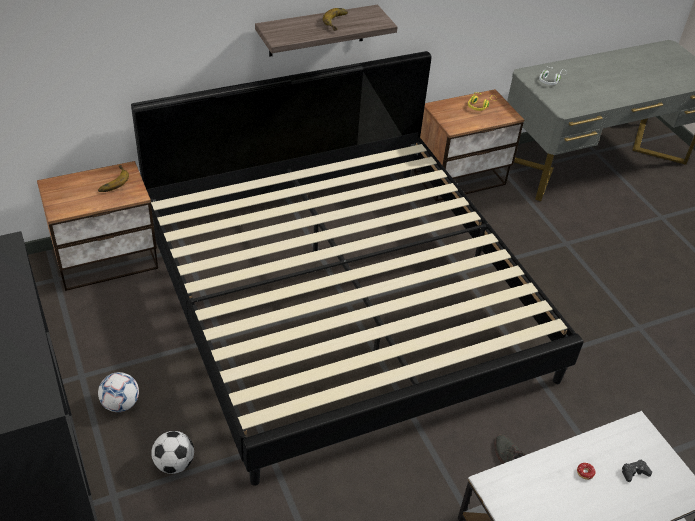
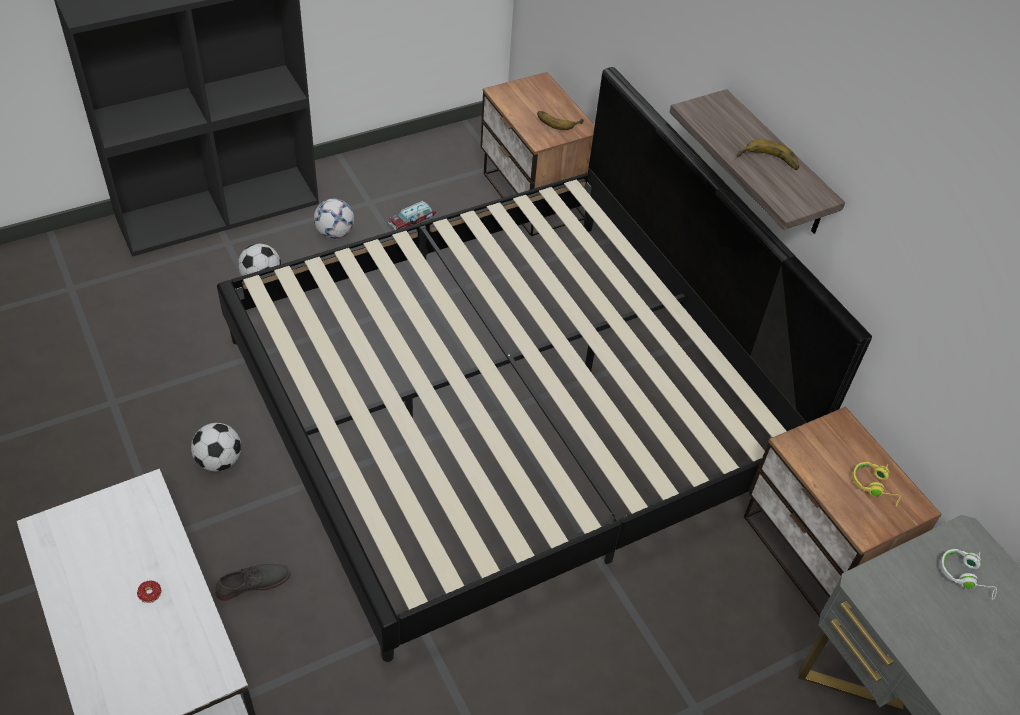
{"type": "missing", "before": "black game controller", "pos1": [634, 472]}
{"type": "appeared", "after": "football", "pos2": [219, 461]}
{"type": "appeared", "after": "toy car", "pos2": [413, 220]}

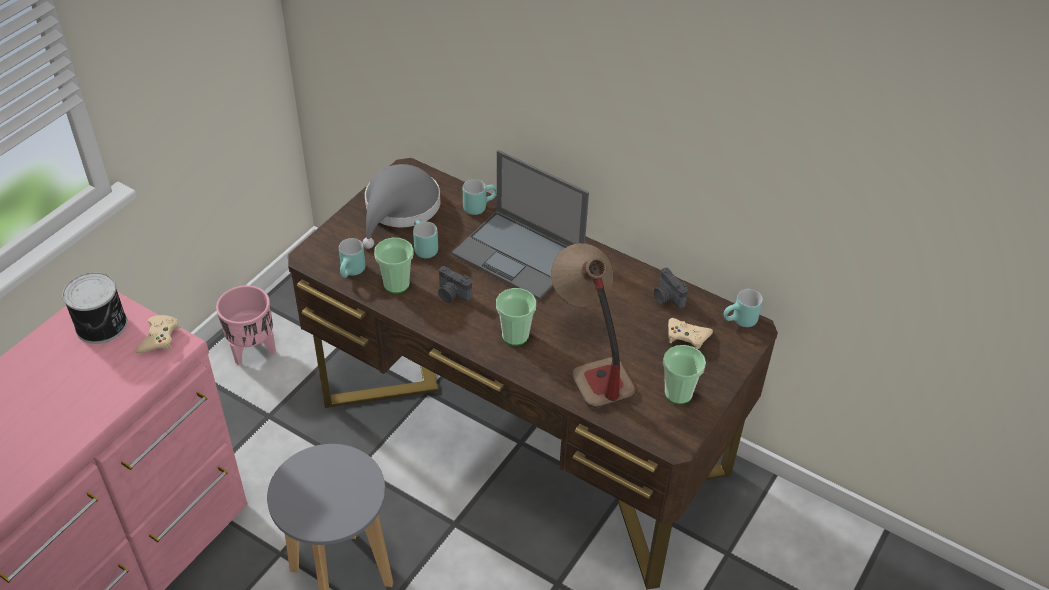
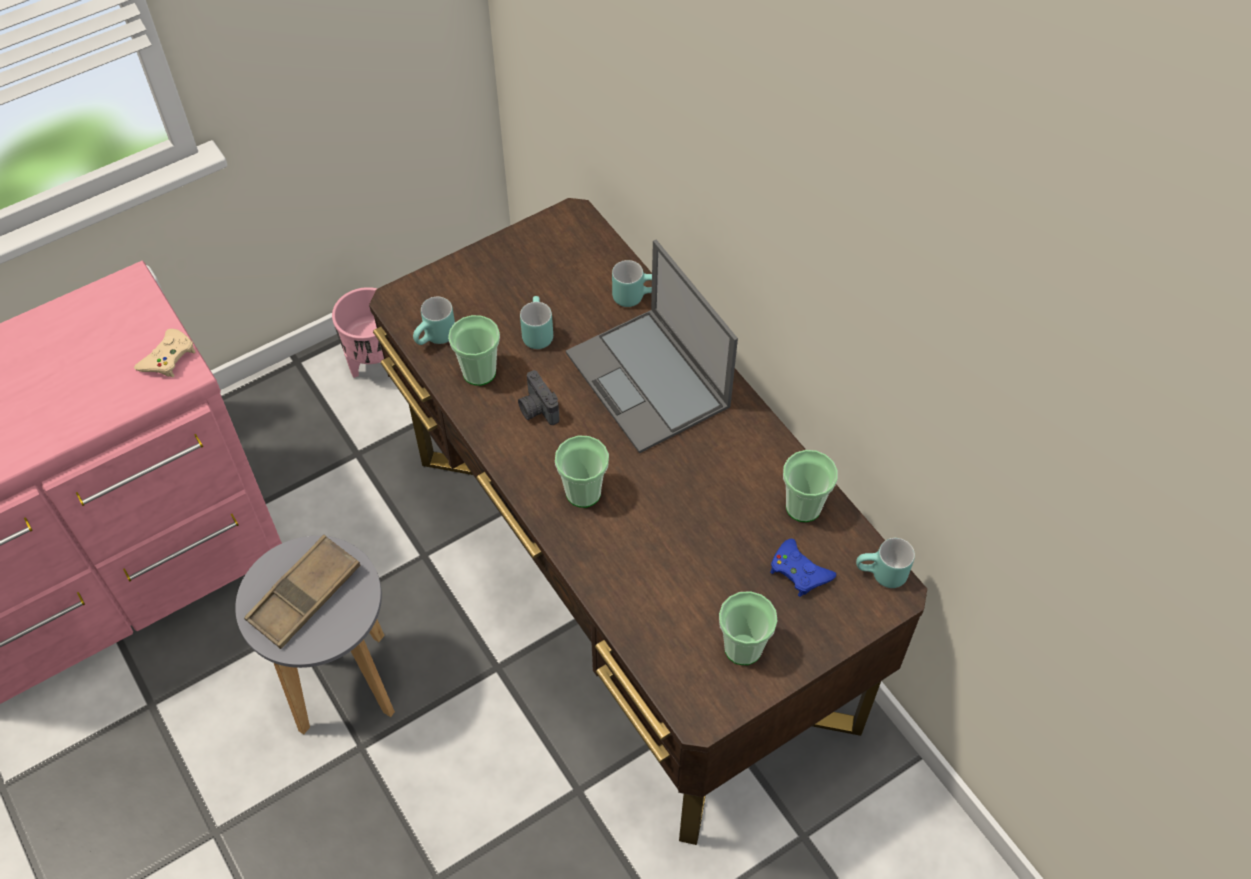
{"type": "missing", "before": "can", "pos1": [102, 325]}
{"type": "missing", "before": "grey hat", "pos1": [399, 209]}
{"type": "missing", "before": "table lamp", "pos1": [589, 361]}
{"type": "exchanged", "before": "photo camera", "after": "cup", "pos1": [667, 298], "pos2": [803, 507]}
{"type": "colour", "before": "beige game controller", "after": "blue game controller", "pos1": [687, 336], "pos2": [799, 571]}
{"type": "appeared", "after": "brown tray", "pos2": [305, 596]}

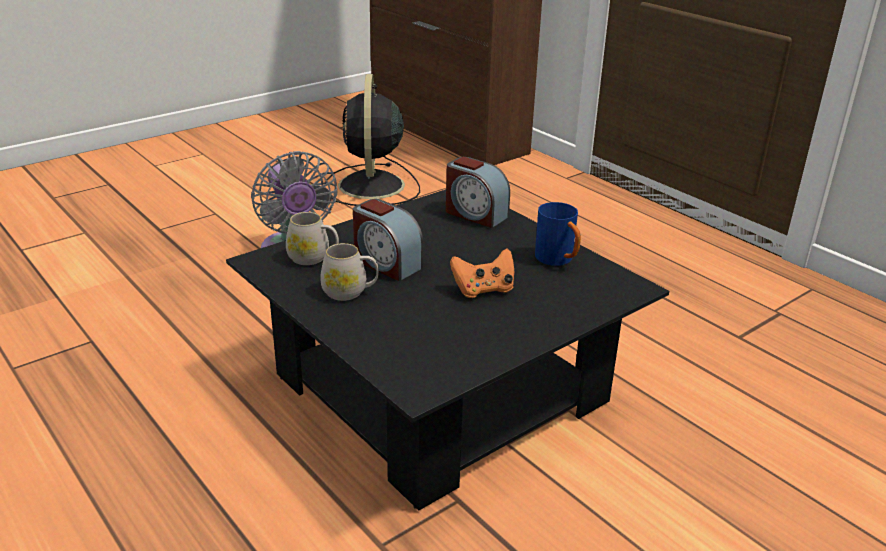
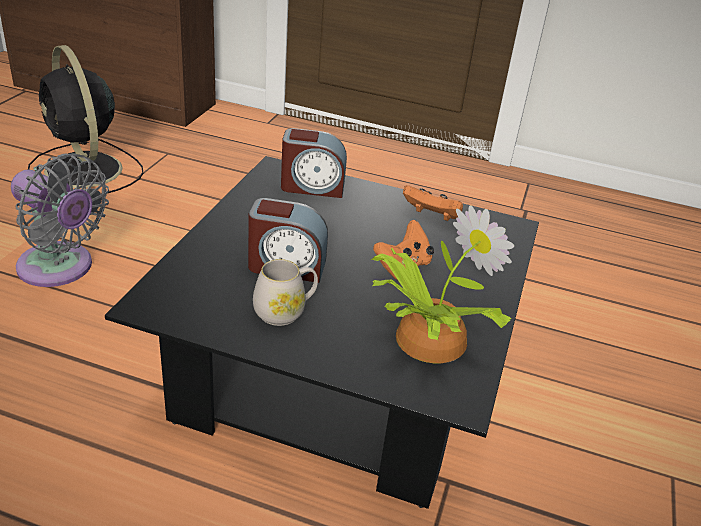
{"type": "missing", "before": "white mug", "pos1": [313, 258]}
{"type": "exchanged", "before": "blue mug", "after": "orange game controller", "pos1": [558, 261], "pos2": [431, 217]}
{"type": "appeared", "after": "potted plant", "pos2": [426, 338]}

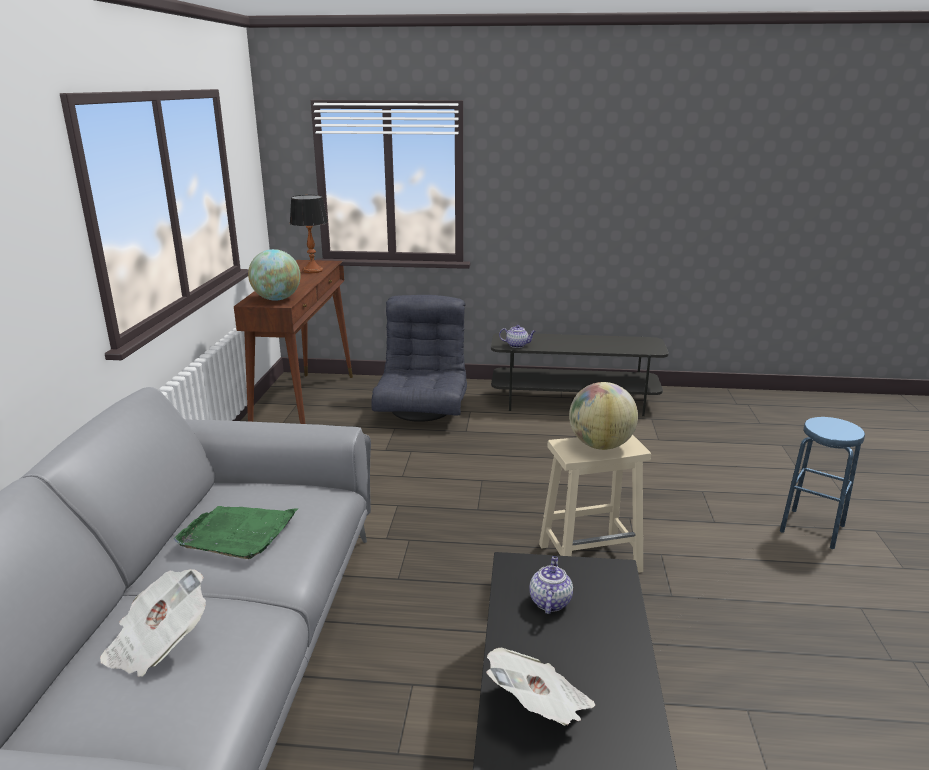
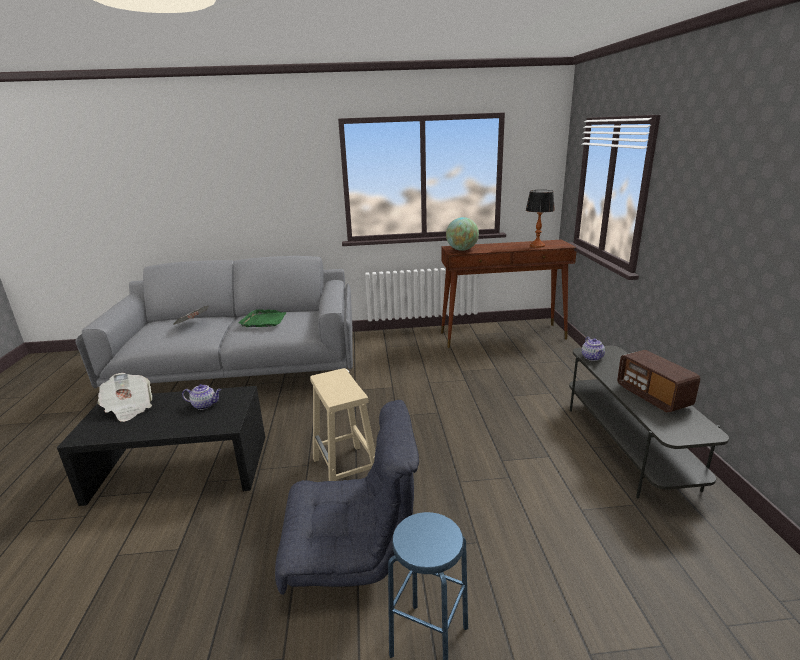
{"type": "relocated", "before": "grey armchair", "pos1": [423, 409], "pos2": [352, 554]}
{"type": "missing", "before": "globe", "pos1": [600, 445]}
{"type": "appeared", "after": "radio", "pos2": [653, 396]}

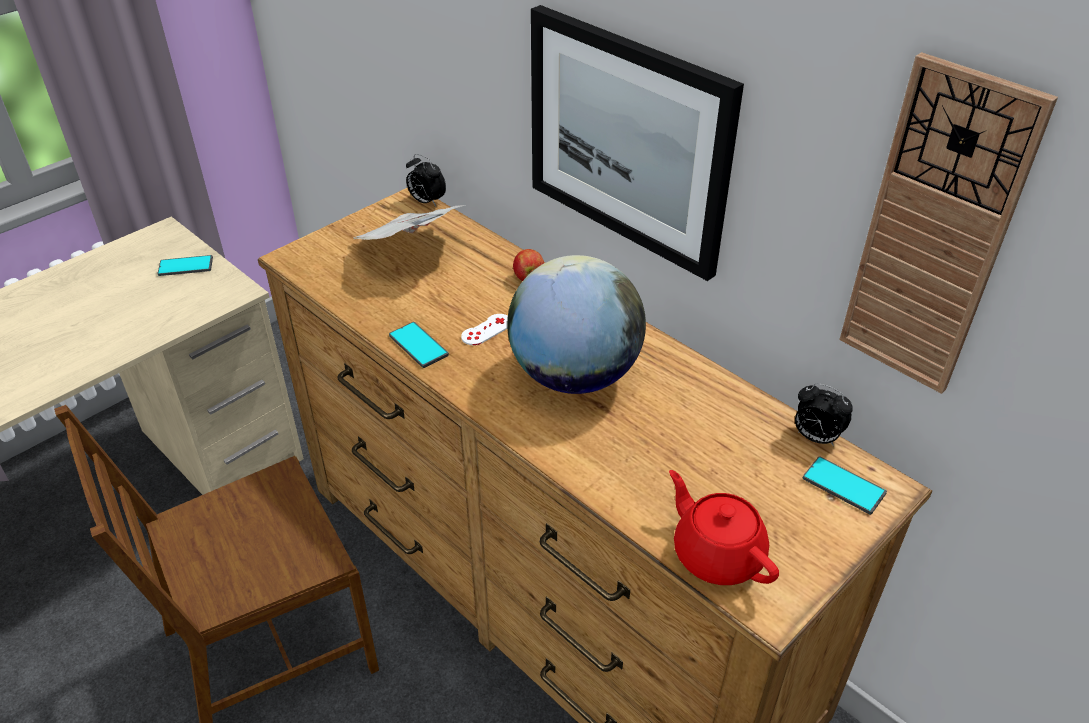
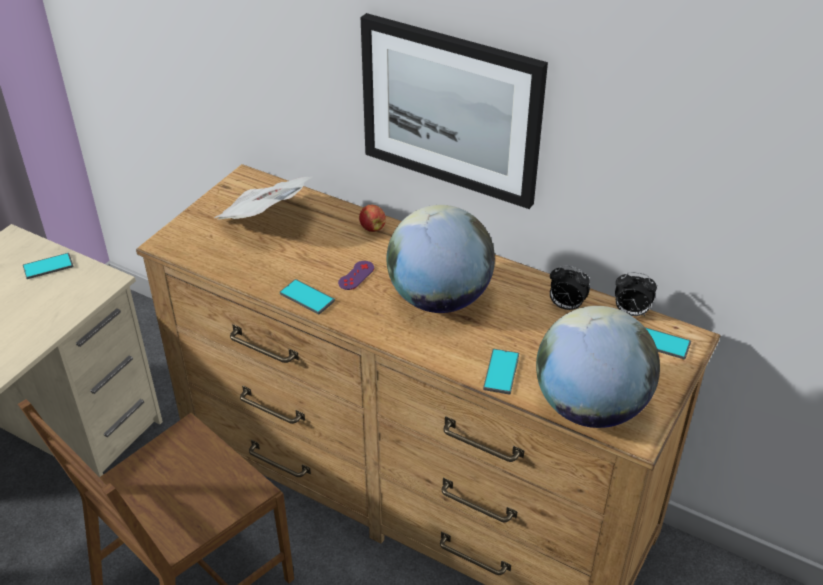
{"type": "relocated", "before": "alarm clock", "pos1": [426, 202], "pos2": [566, 306]}
{"type": "colour", "before": "white game controller", "after": "purple game controller", "pos1": [486, 330], "pos2": [356, 275]}
{"type": "exchanged", "before": "red teapot", "after": "globe", "pos1": [717, 554], "pos2": [589, 407]}
{"type": "missing", "before": "wall clock", "pos1": [934, 234]}
{"type": "appeared", "after": "phone", "pos2": [501, 372]}

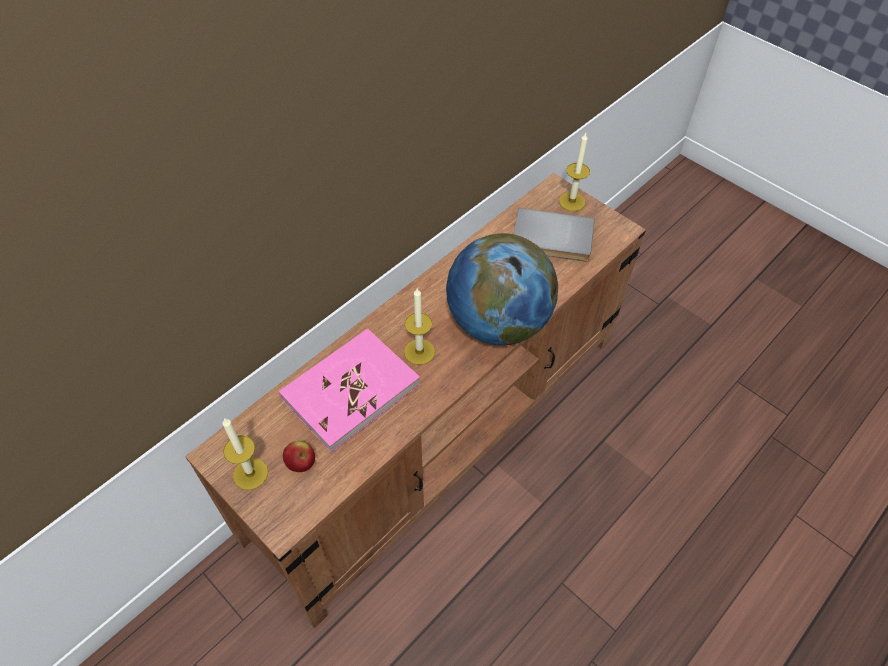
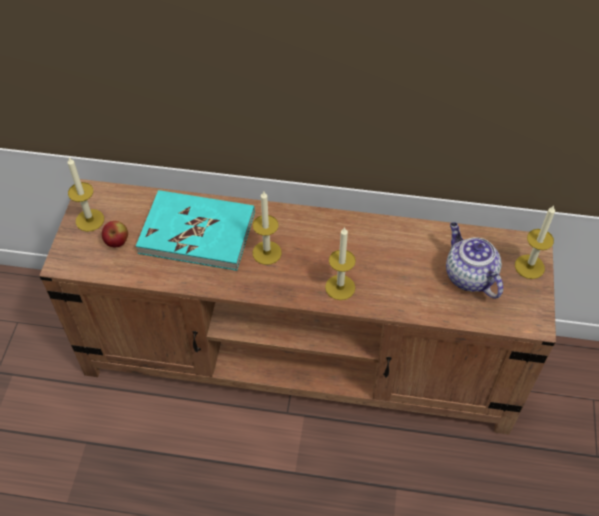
{"type": "colour", "before": "pink book", "after": "turquoise book", "pos1": [350, 391], "pos2": [197, 232]}
{"type": "exchanged", "before": "globe", "after": "candle", "pos1": [498, 323], "pos2": [340, 287]}
{"type": "exchanged", "before": "grey book", "after": "teapot", "pos1": [552, 239], "pos2": [468, 276]}

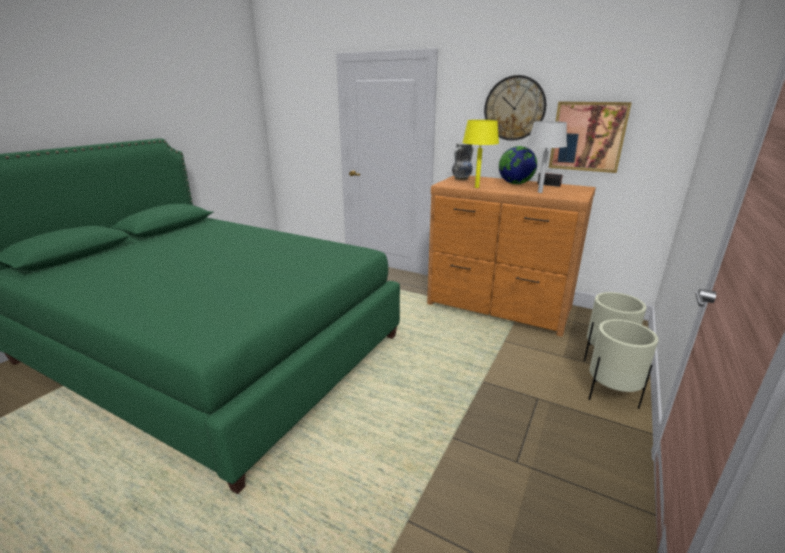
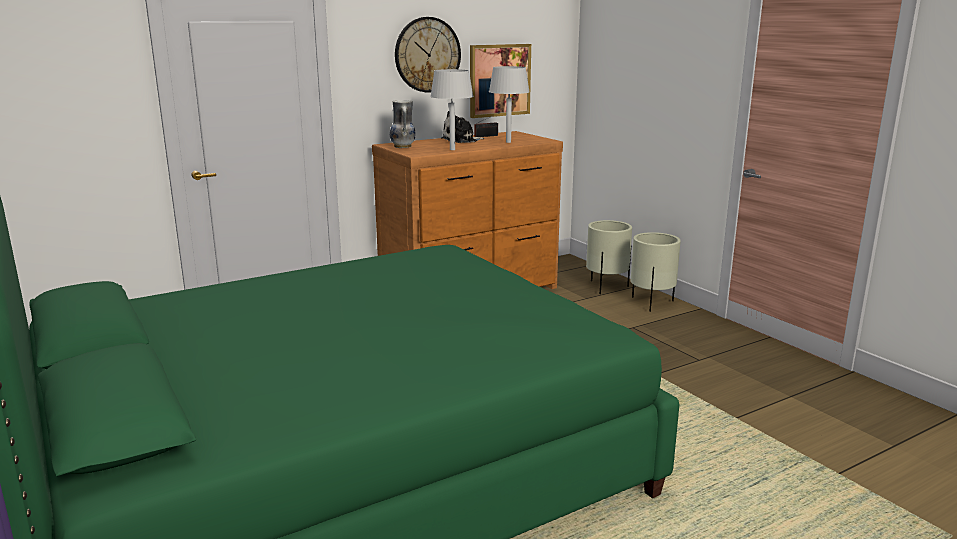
{"type": "colour", "before": "yellow table lamp", "after": "grey table lamp", "pos1": [476, 187], "pos2": [452, 149]}
{"type": "exchanged", "before": "globe", "after": "plush toy", "pos1": [515, 184], "pos2": [461, 140]}

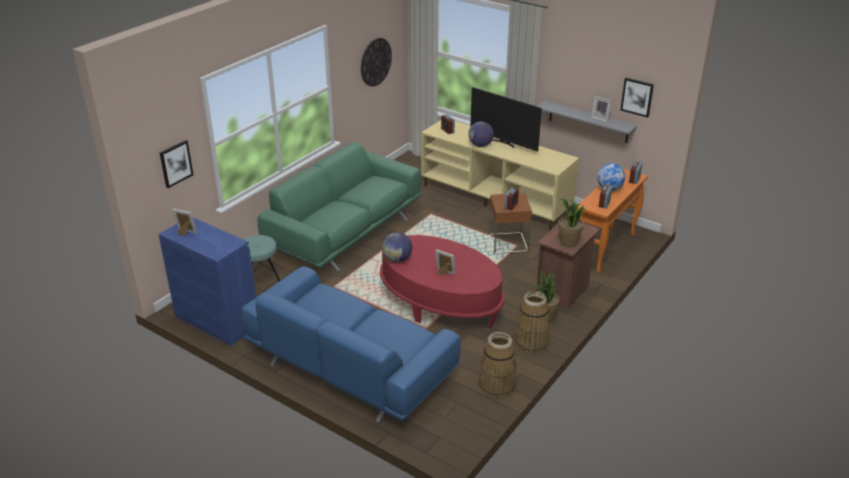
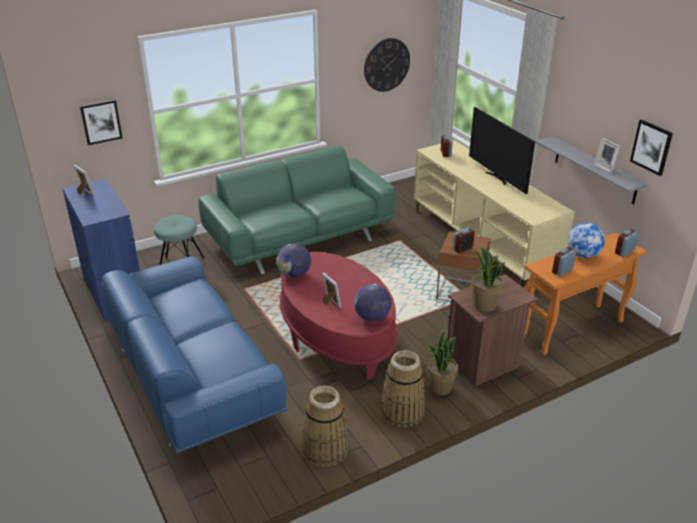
{"type": "relocated", "before": "globe", "pos1": [480, 145], "pos2": [372, 317]}

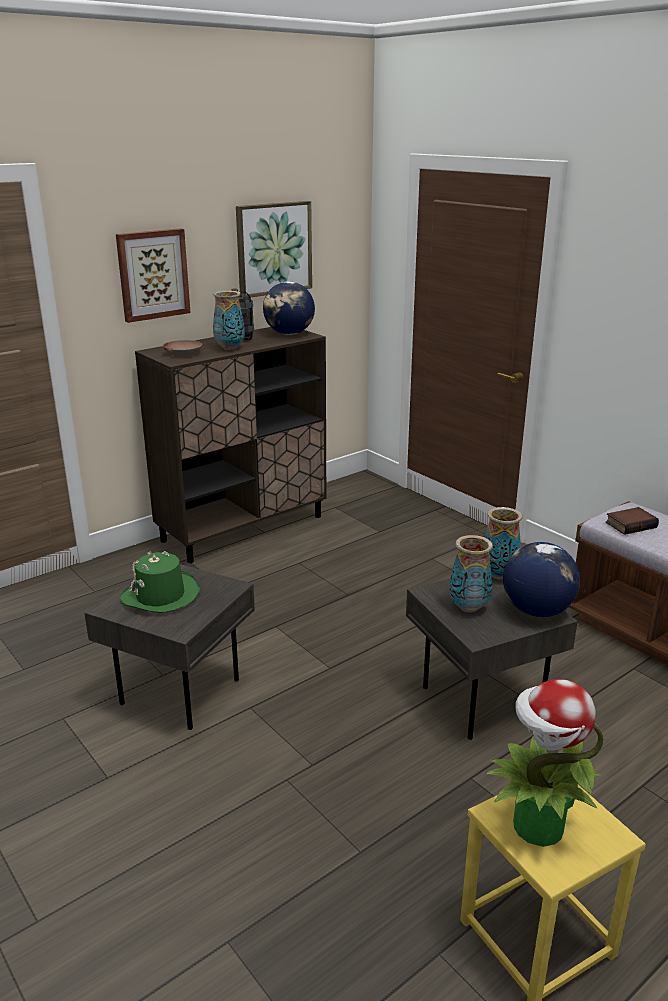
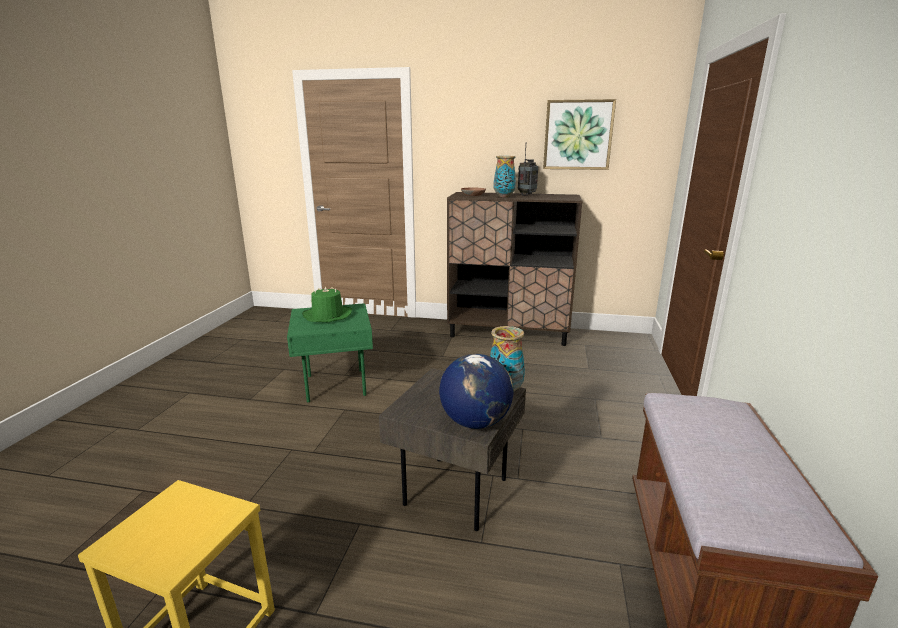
{"type": "colour", "before": "grey side table", "after": "green side table", "pos1": [181, 694], "pos2": [334, 386]}
{"type": "missing", "before": "picture", "pos1": [153, 274]}
{"type": "missing", "before": "globe", "pos1": [289, 334]}
{"type": "missing", "before": "vase", "pos1": [469, 608]}
{"type": "missing", "before": "potted plant", "pos1": [536, 827]}
{"type": "missing", "before": "book", "pos1": [630, 524]}

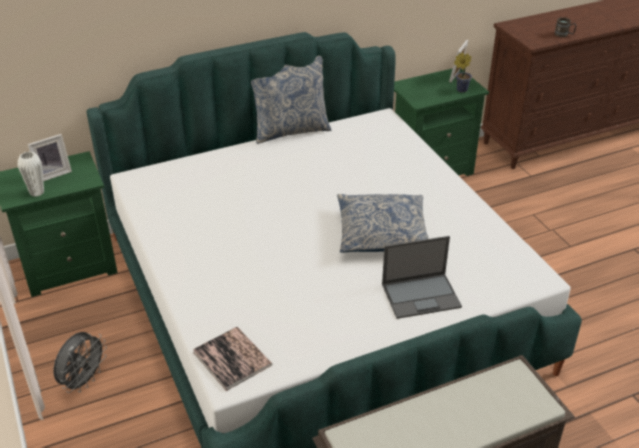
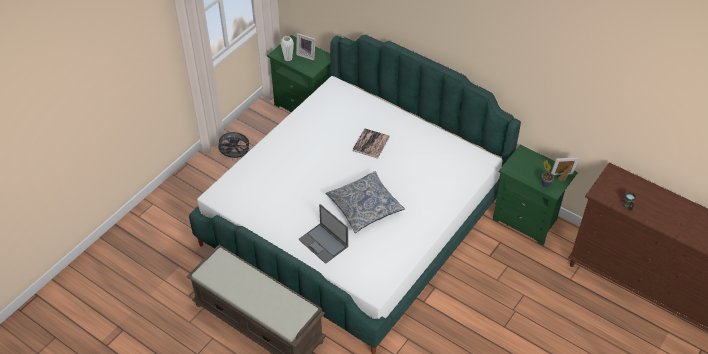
{"type": "relocated", "before": "book", "pos1": [232, 359], "pos2": [371, 144]}
{"type": "missing", "before": "pillow", "pos1": [290, 130]}

